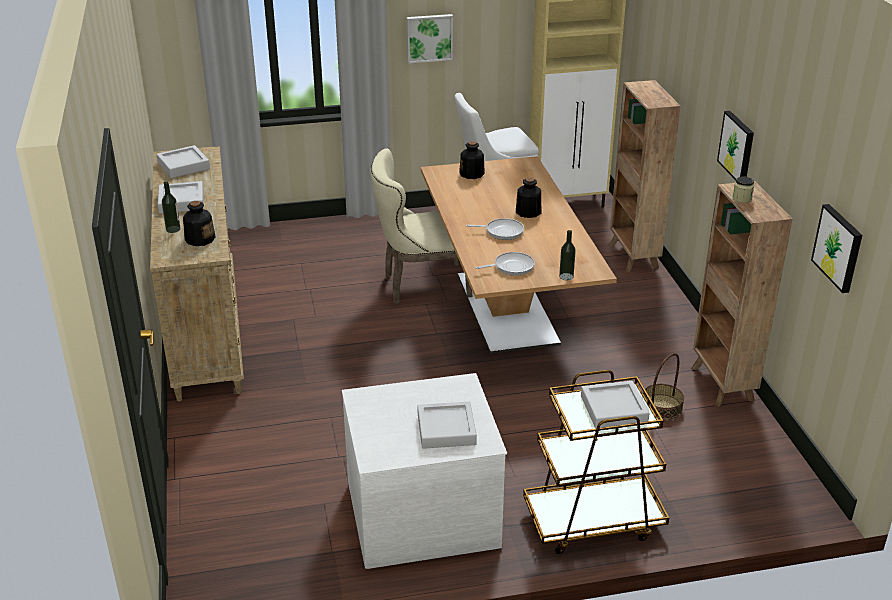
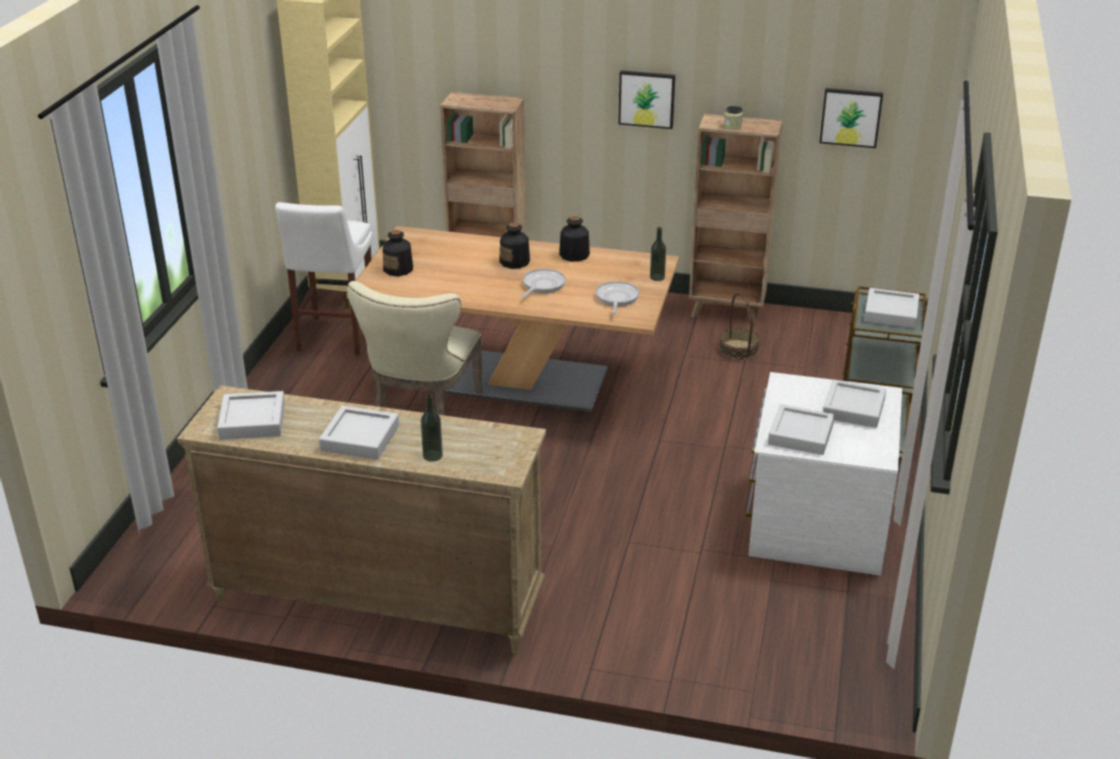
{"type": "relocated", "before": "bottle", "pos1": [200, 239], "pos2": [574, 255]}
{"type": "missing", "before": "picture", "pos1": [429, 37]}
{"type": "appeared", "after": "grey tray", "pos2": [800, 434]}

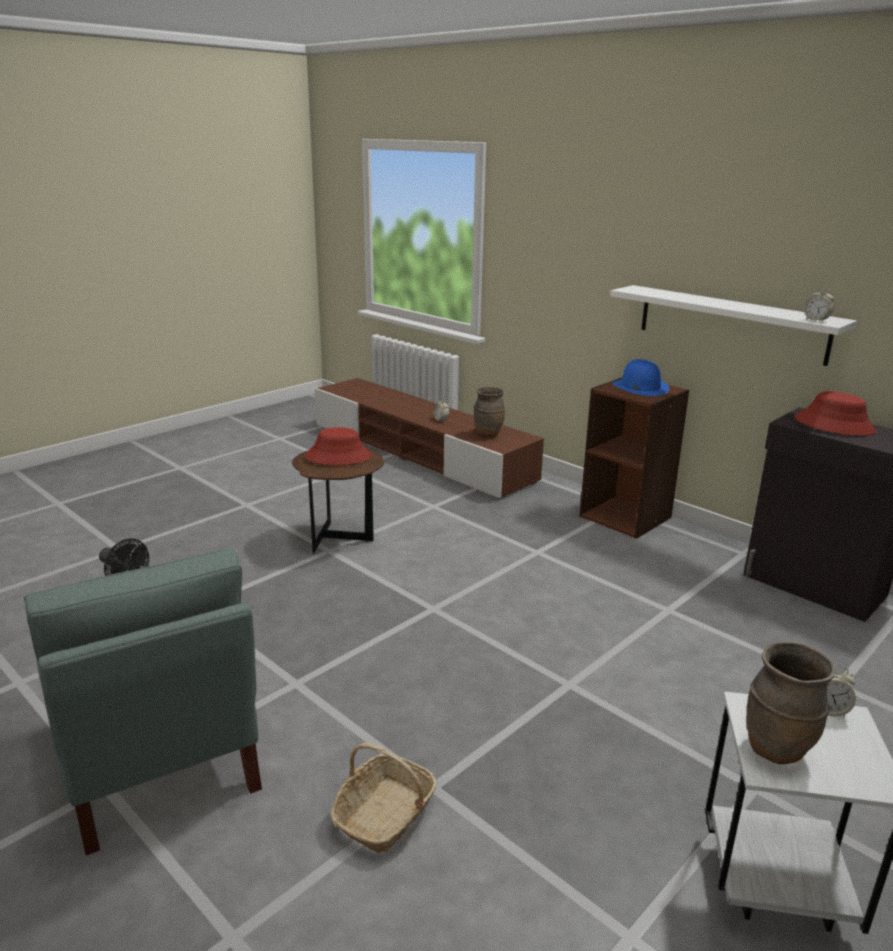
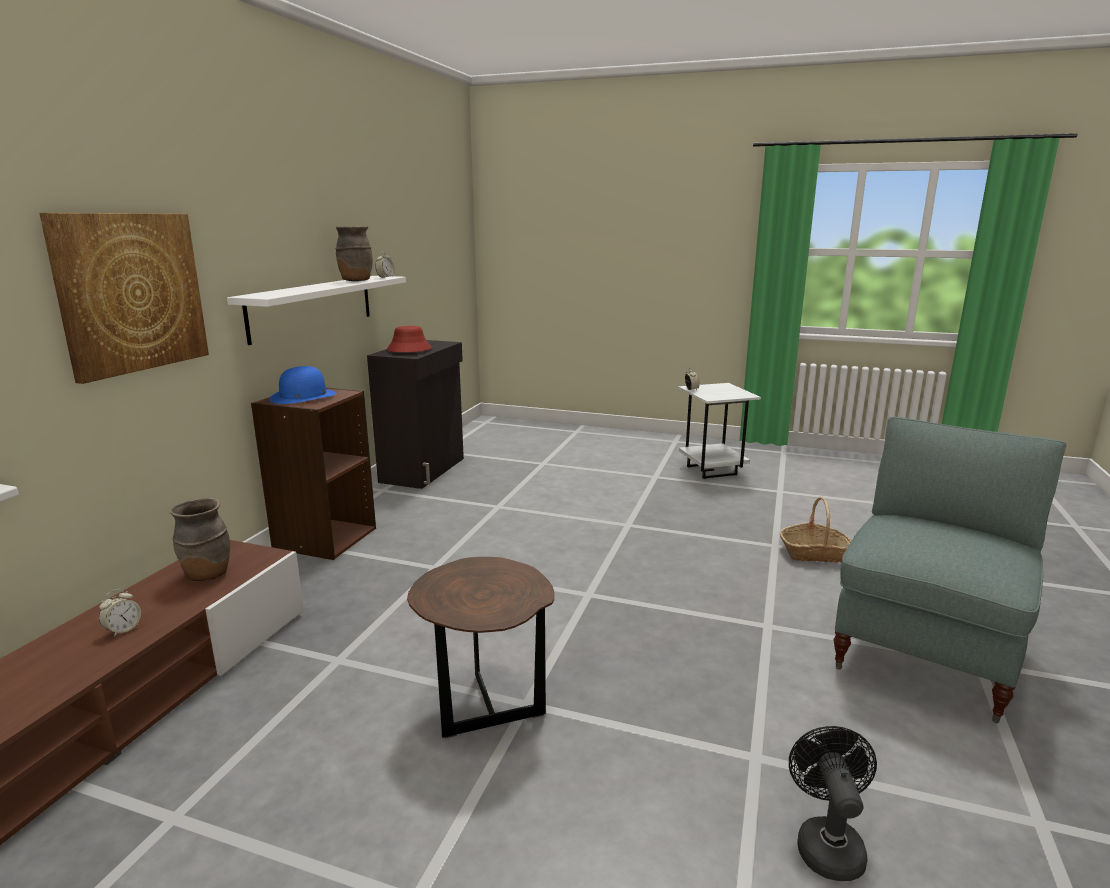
{"type": "missing", "before": "red hat", "pos1": [338, 456]}
{"type": "relocated", "before": "brown vase", "pos1": [777, 749], "pos2": [356, 281]}
{"type": "appeared", "after": "picture", "pos2": [131, 292]}

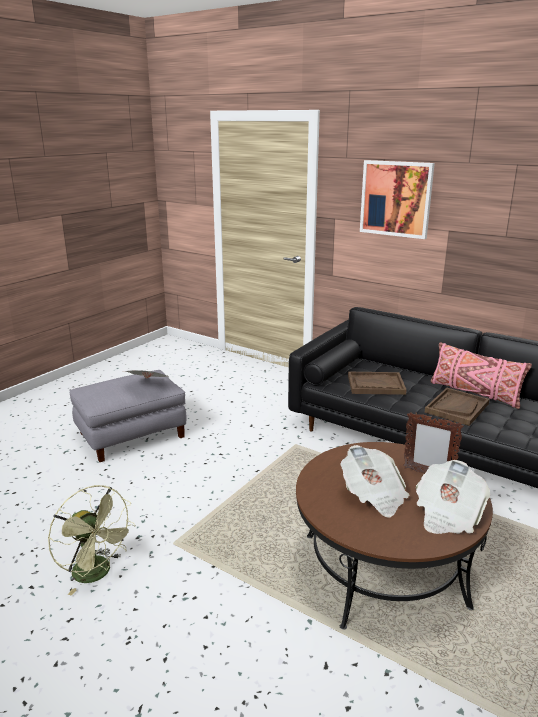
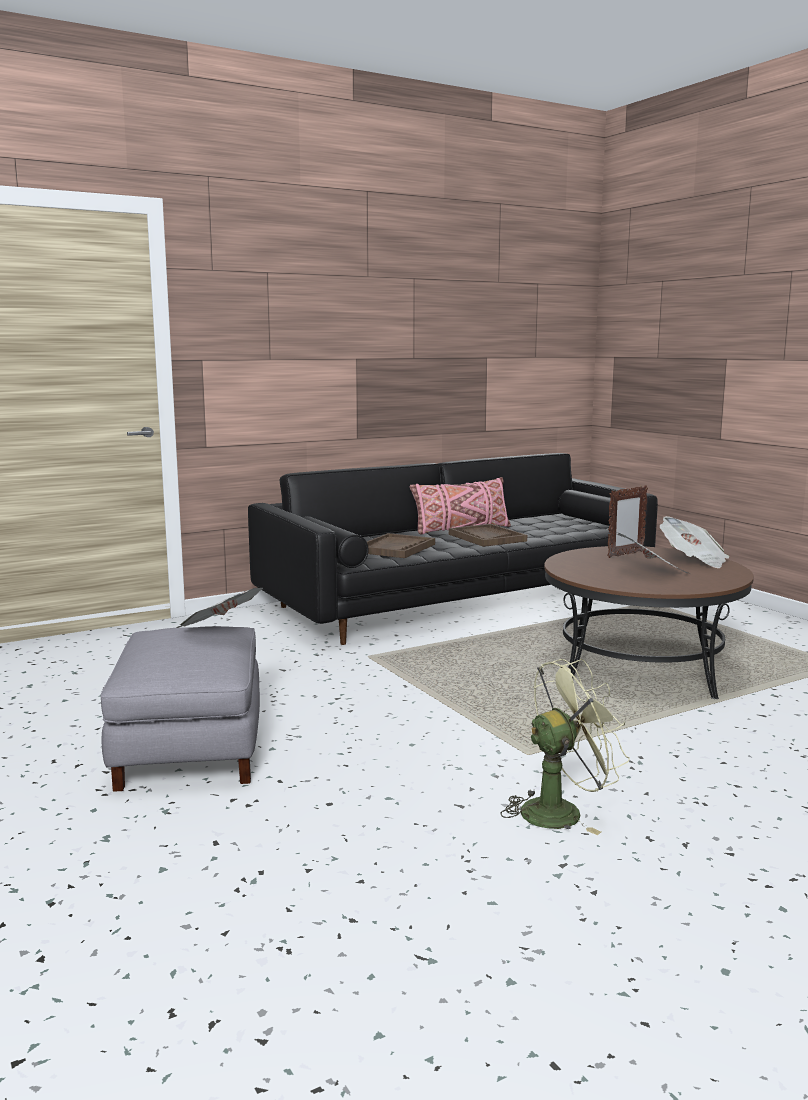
{"type": "missing", "before": "picture", "pos1": [396, 198]}

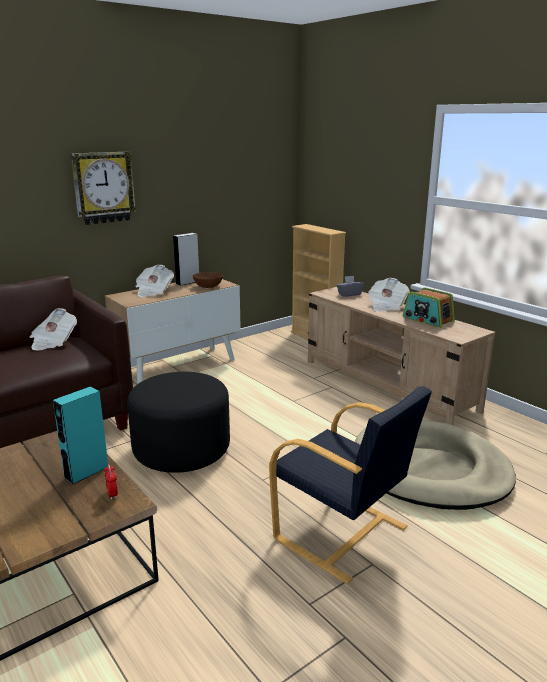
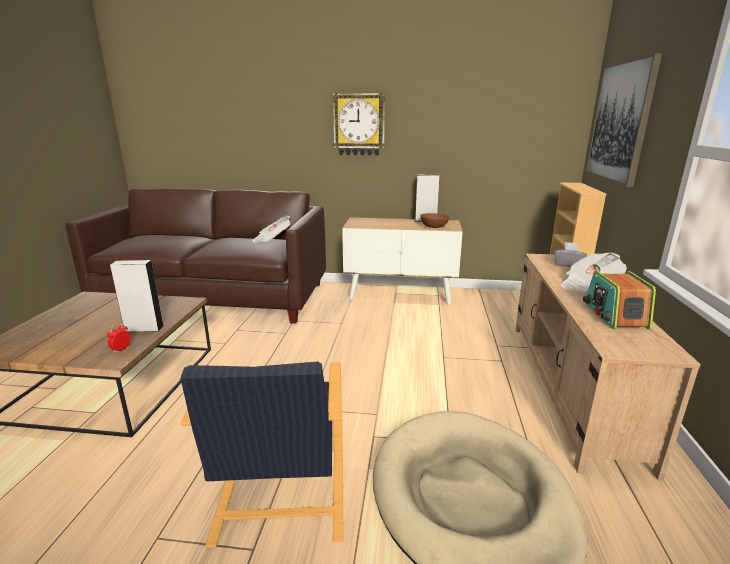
{"type": "colour", "before": "turquoise speaker", "after": "grey speaker", "pos1": [86, 472], "pos2": [144, 328]}
{"type": "missing", "before": "black ottoman", "pos1": [181, 449]}
{"type": "missing", "before": "newspaper", "pos1": [153, 292]}
{"type": "appeared", "after": "picture", "pos2": [620, 122]}

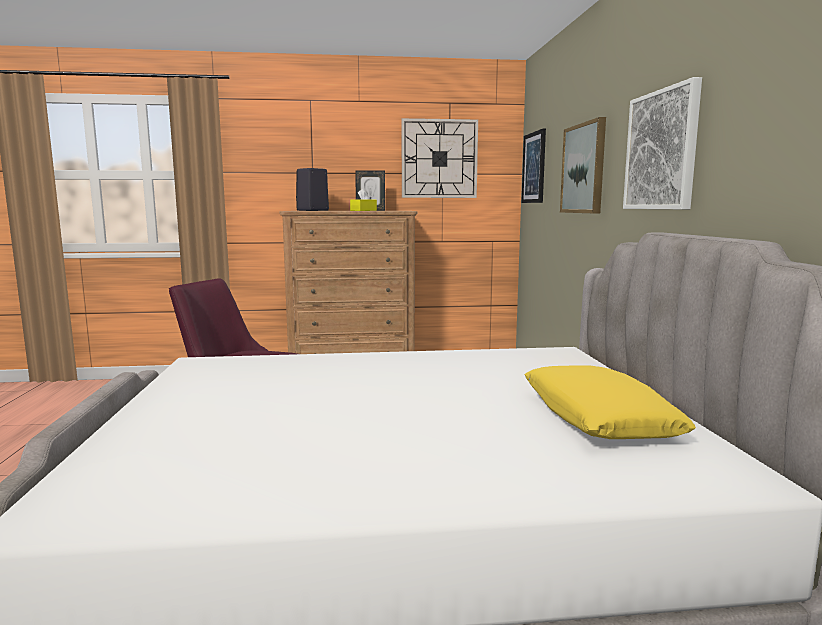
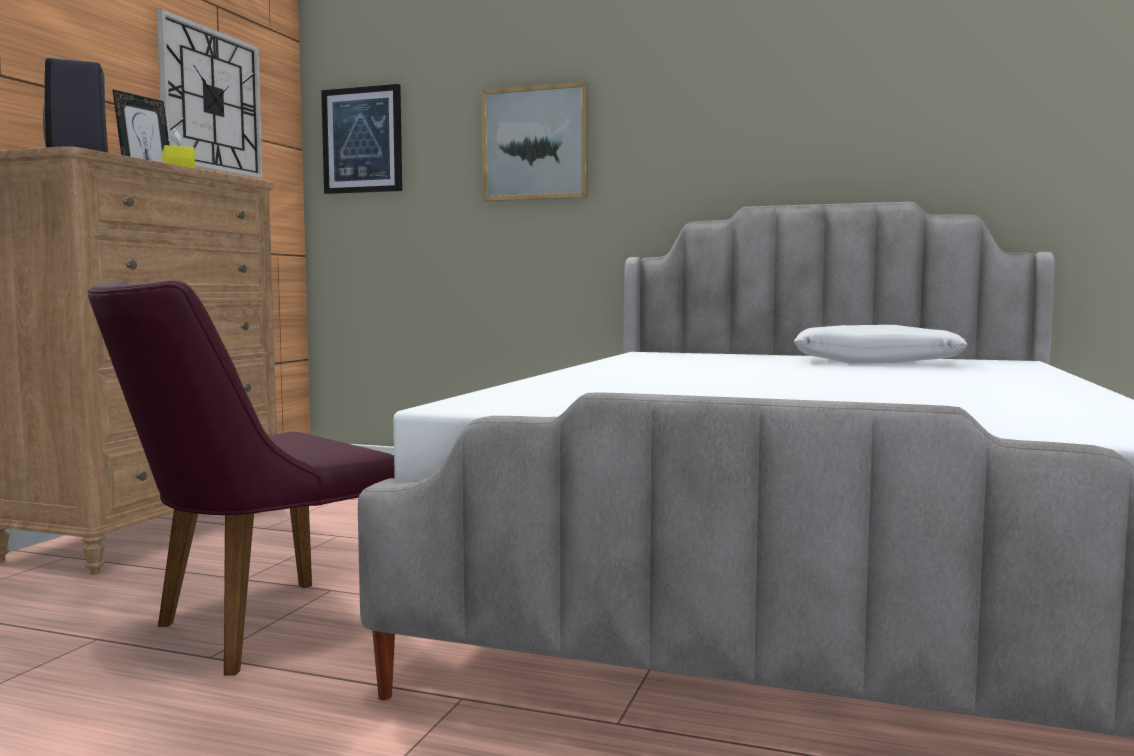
{"type": "colour", "before": "yellow pillow", "after": "white pillow", "pos1": [597, 418], "pos2": [875, 362]}
{"type": "missing", "before": "picture", "pos1": [661, 150]}

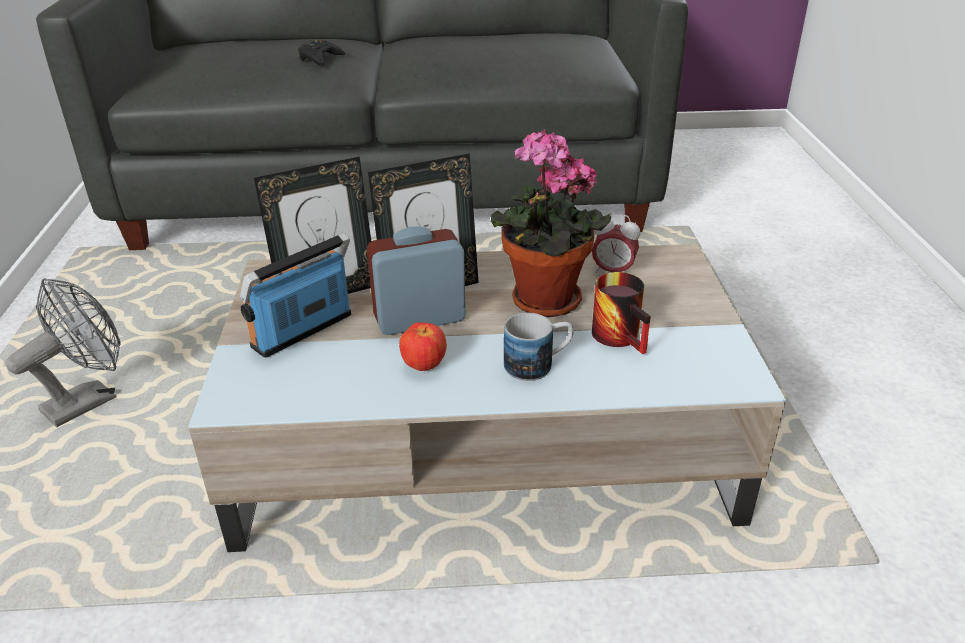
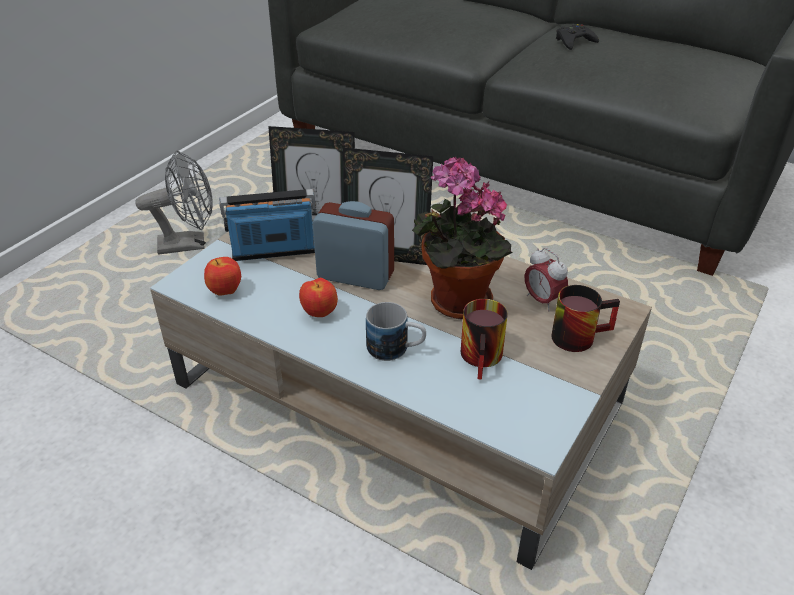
{"type": "relocated", "before": "black game controller", "pos1": [320, 58], "pos2": [574, 41]}
{"type": "appeared", "after": "apple", "pos2": [225, 292]}
{"type": "appeared", "after": "mug", "pos2": [578, 334]}

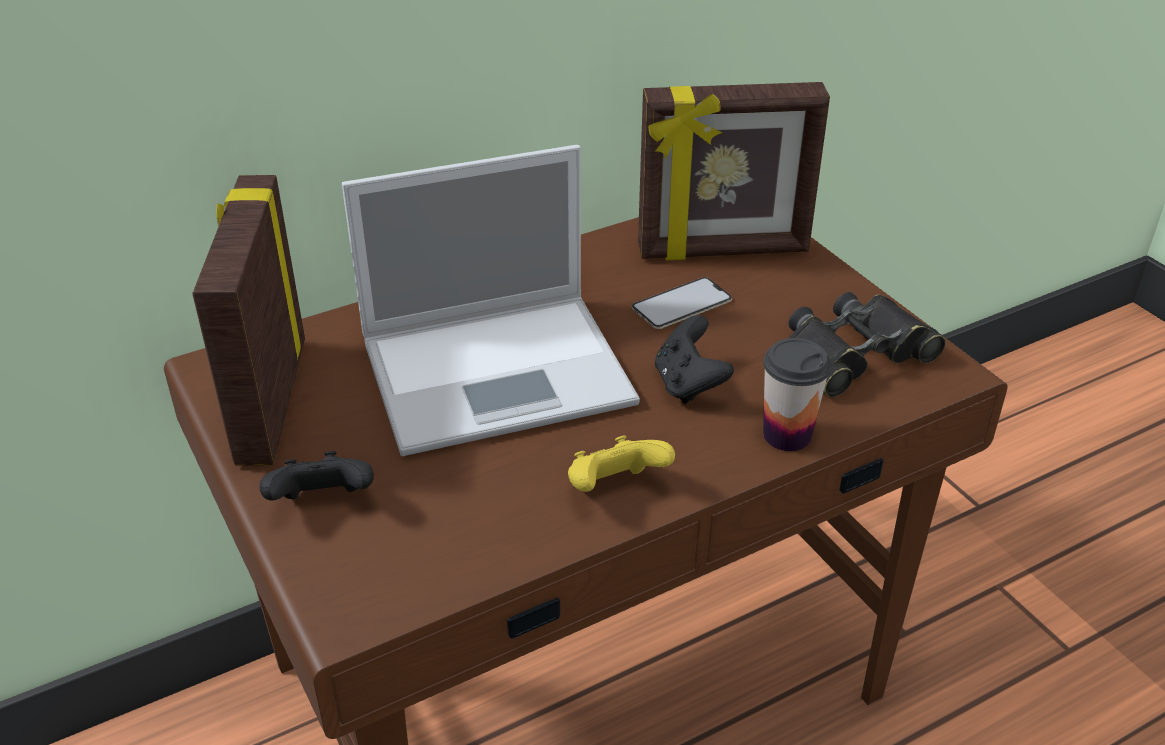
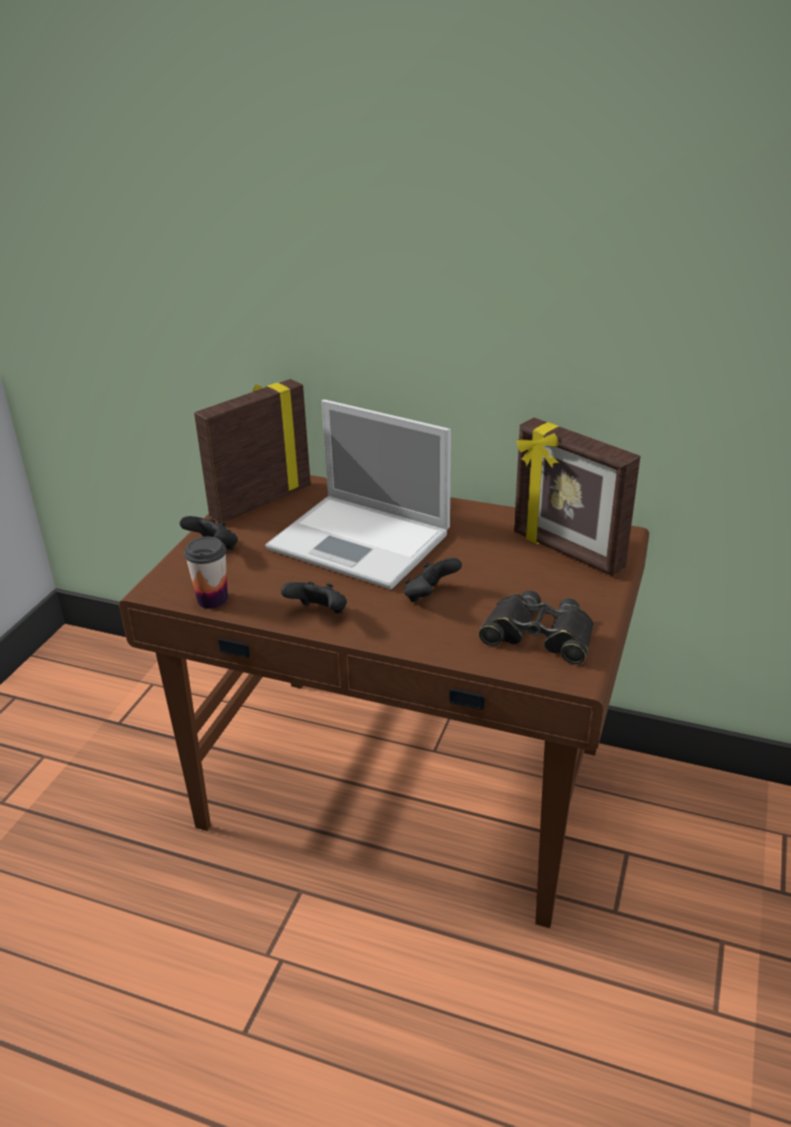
{"type": "colour", "before": "yellow game controller", "after": "black game controller", "pos1": [614, 489], "pos2": [319, 613]}
{"type": "missing", "before": "phone", "pos1": [682, 304]}
{"type": "relocated", "before": "cup", "pos1": [787, 435], "pos2": [212, 599]}

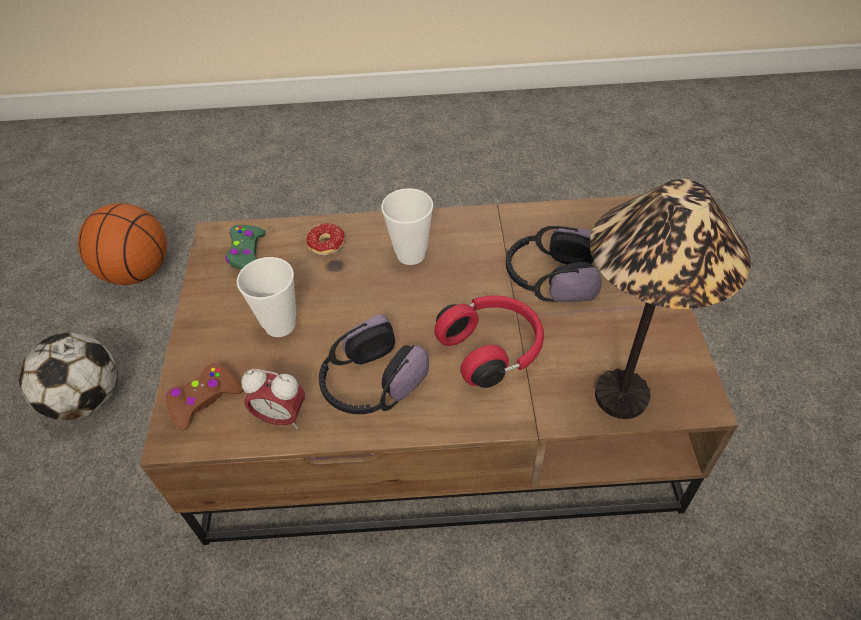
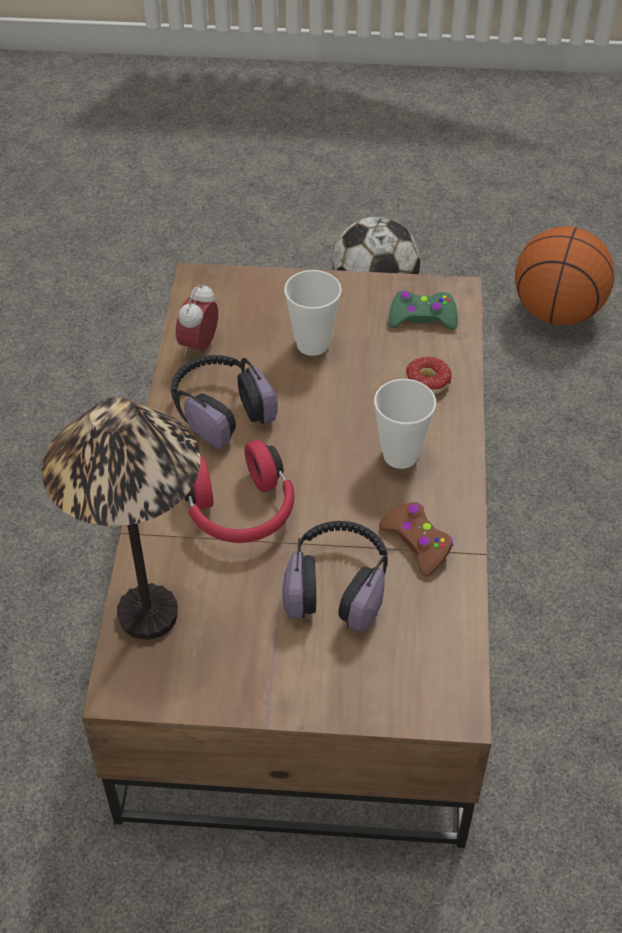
{"type": "relocated", "before": "brown game controller", "pos1": [204, 400], "pos2": [417, 543]}

